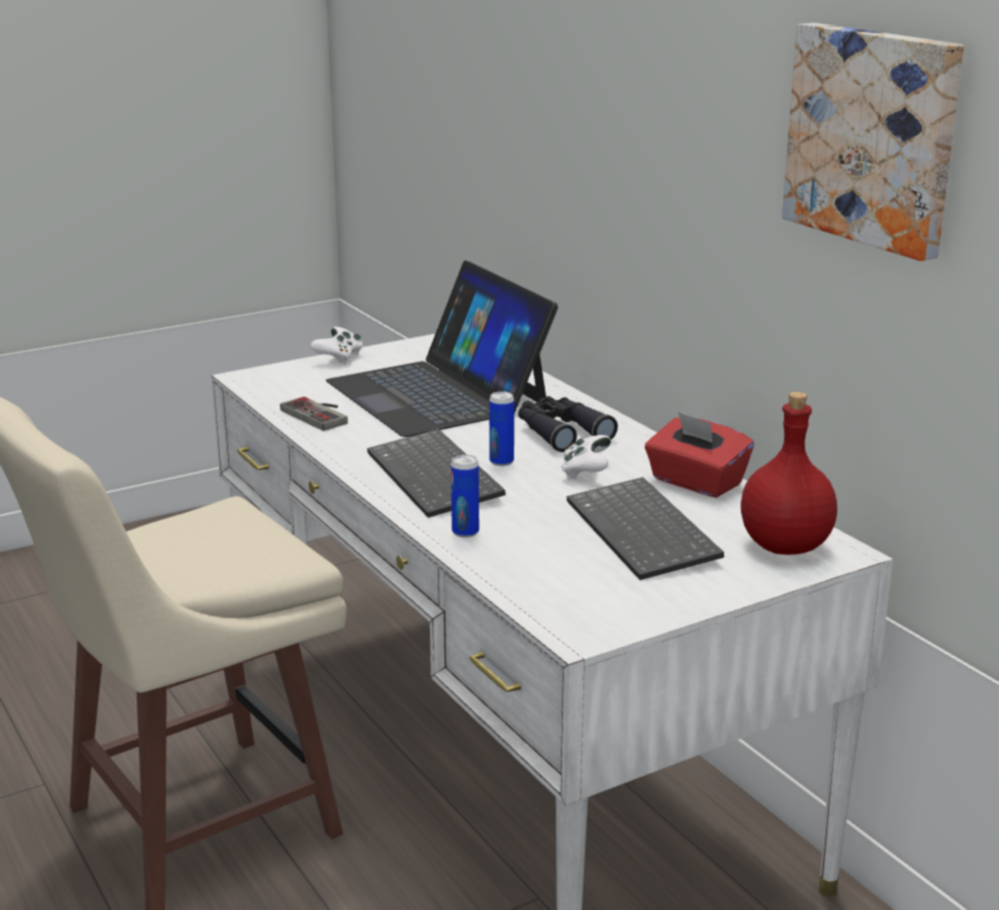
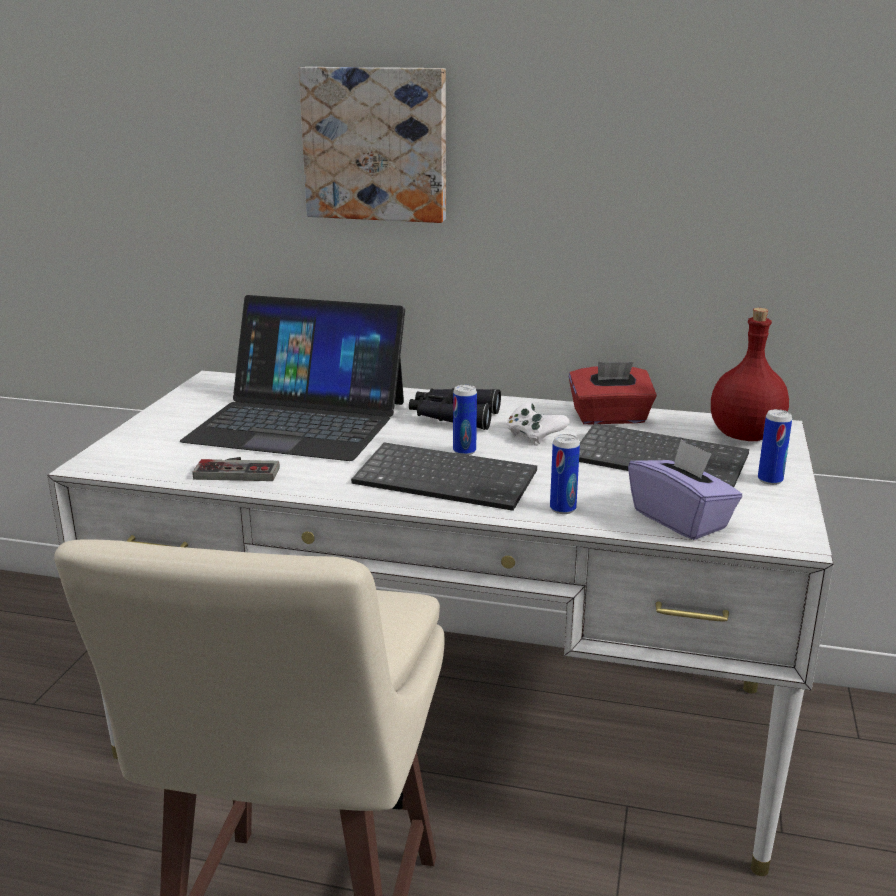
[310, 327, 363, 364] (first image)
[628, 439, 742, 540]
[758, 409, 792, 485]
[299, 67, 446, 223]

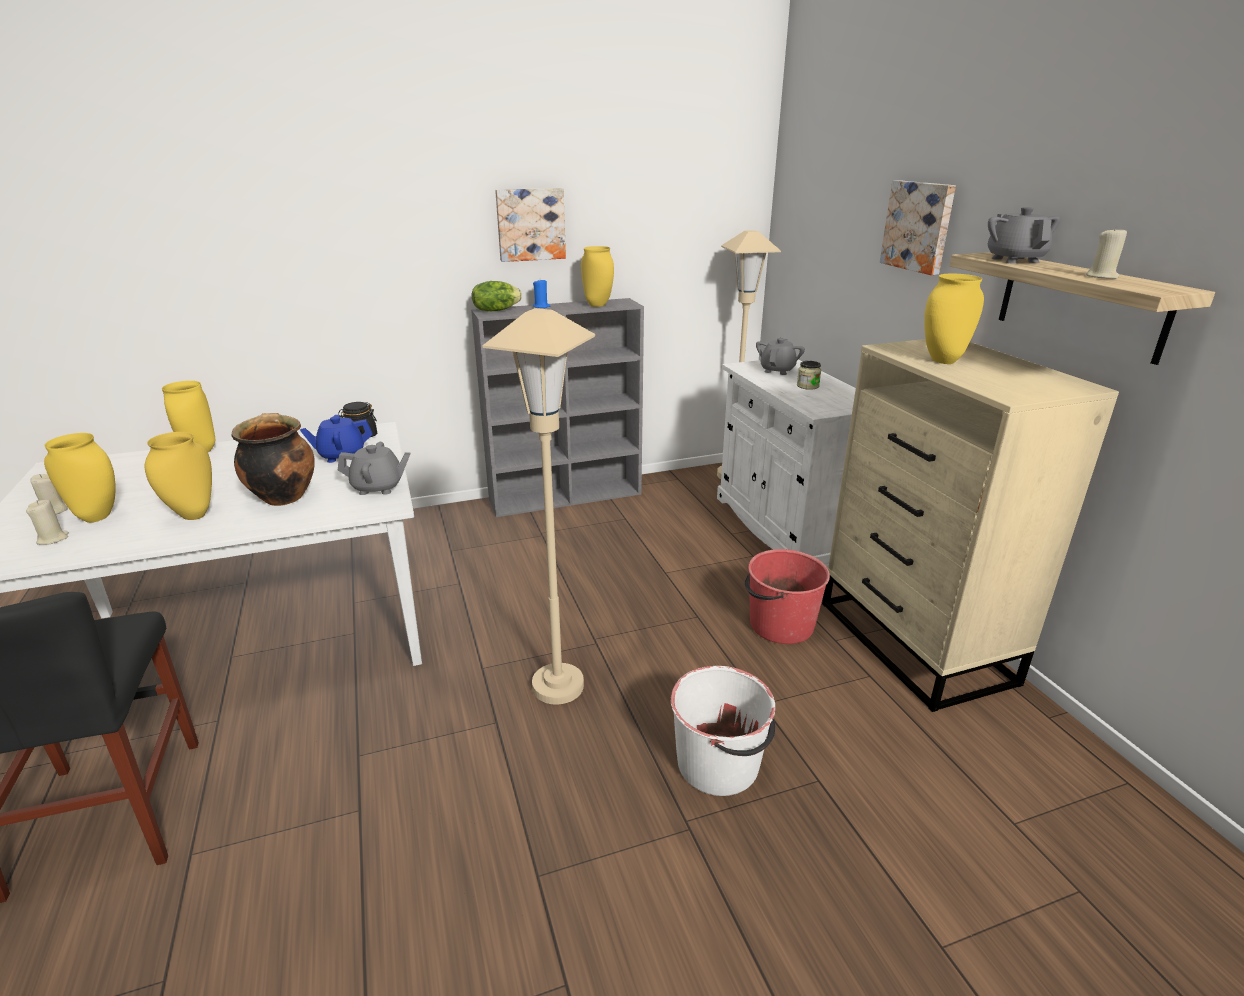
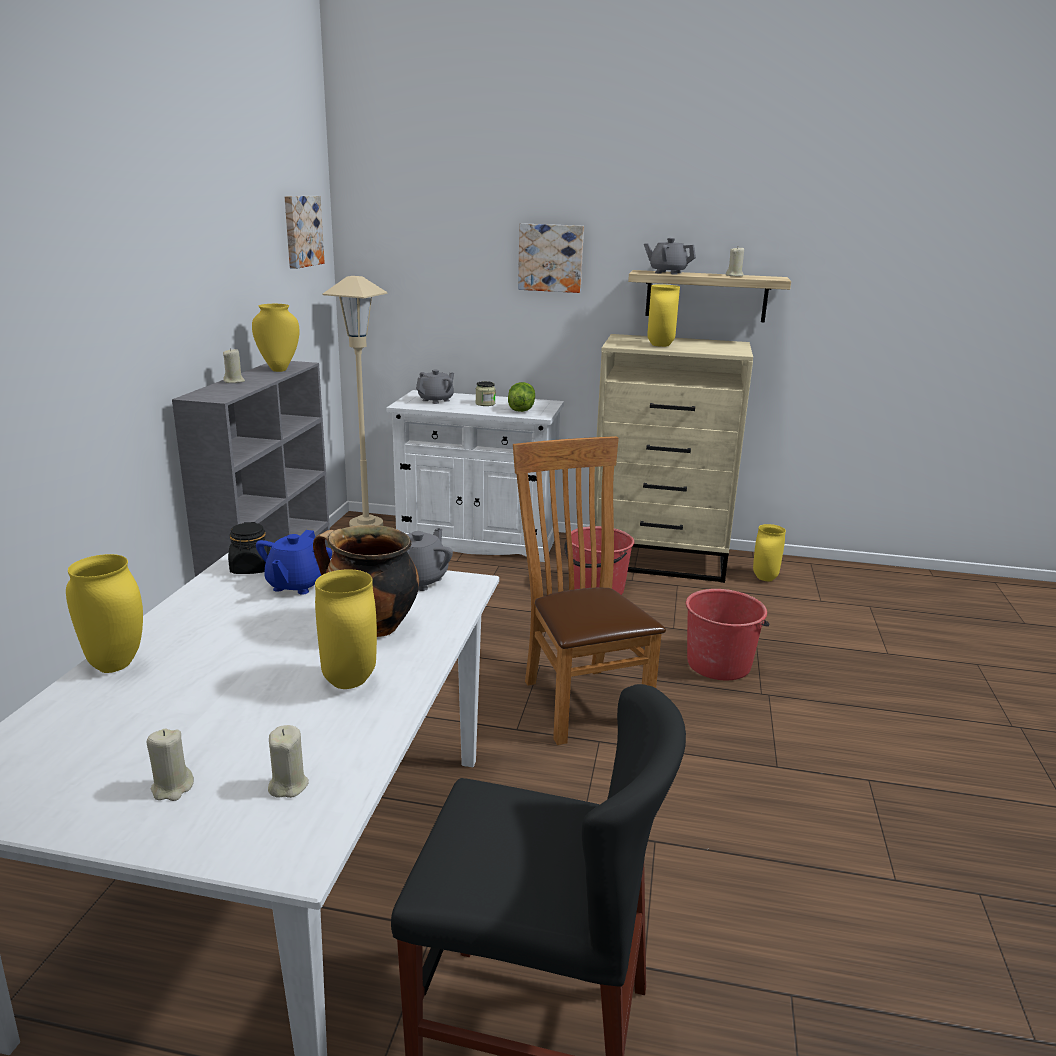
[753, 524, 786, 581]
[508, 382, 535, 412]
[284, 196, 325, 269]
[513, 436, 666, 745]
[223, 348, 245, 383]
[686, 589, 769, 681]
[416, 370, 454, 404]

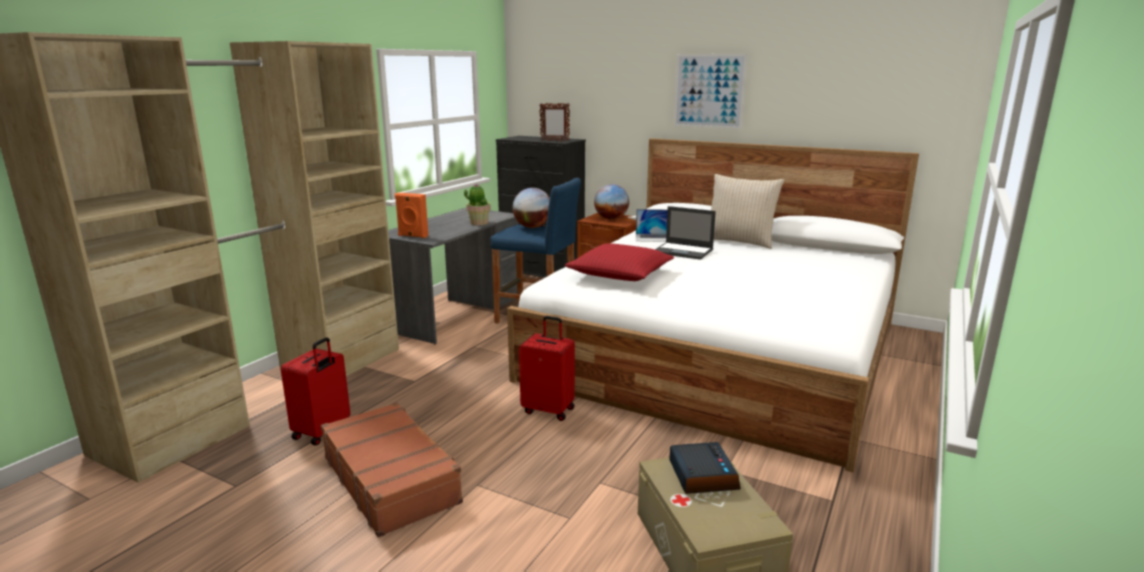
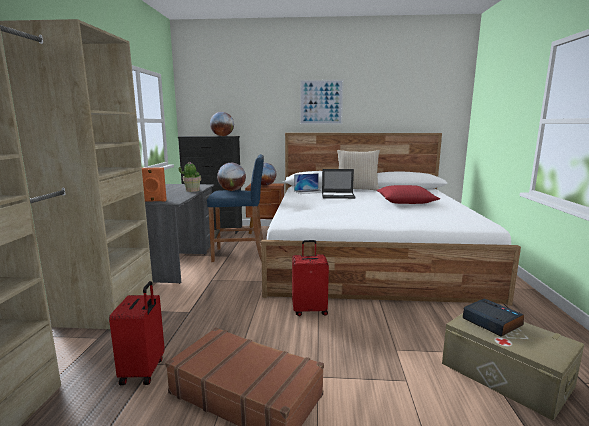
[377, 185, 440, 204]
[210, 112, 234, 136]

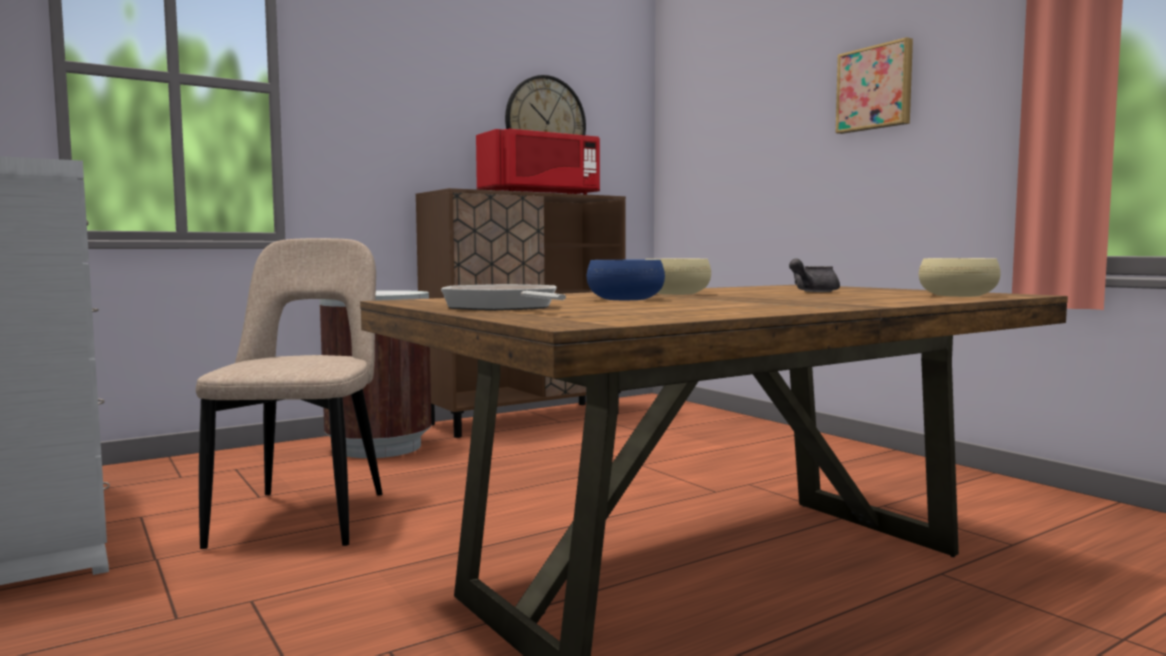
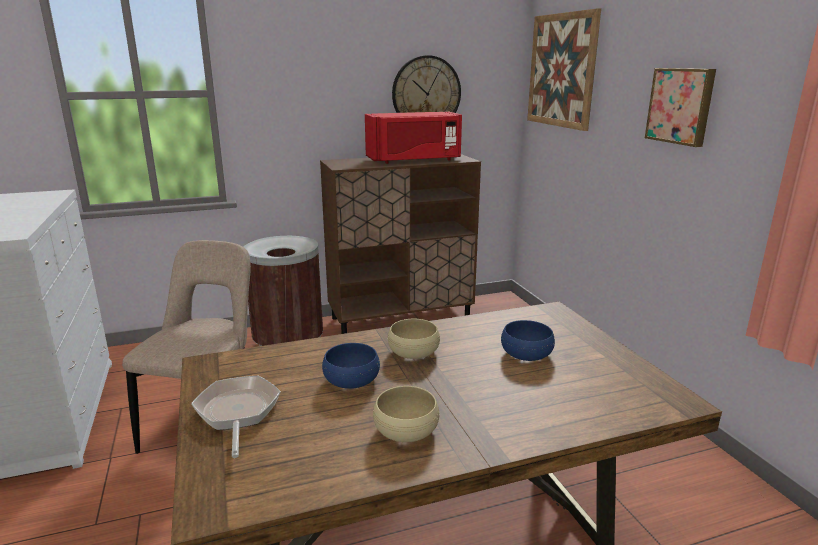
[527, 8, 601, 131]
[373, 386, 439, 442]
[501, 320, 555, 361]

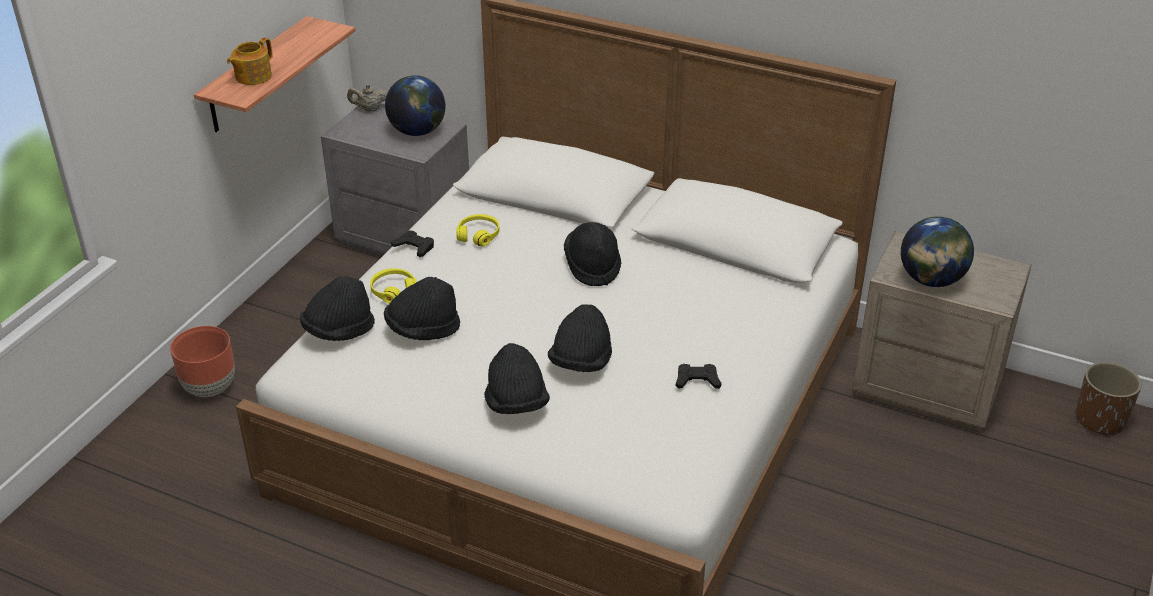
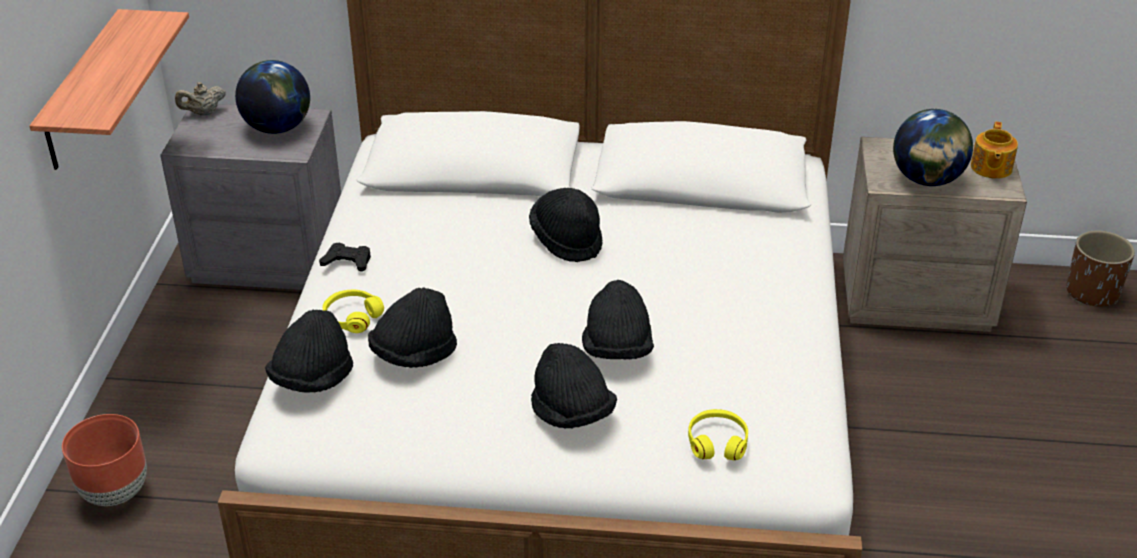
[676, 364, 722, 389] (first image)
[971, 122, 1018, 179]
[688, 409, 748, 460]

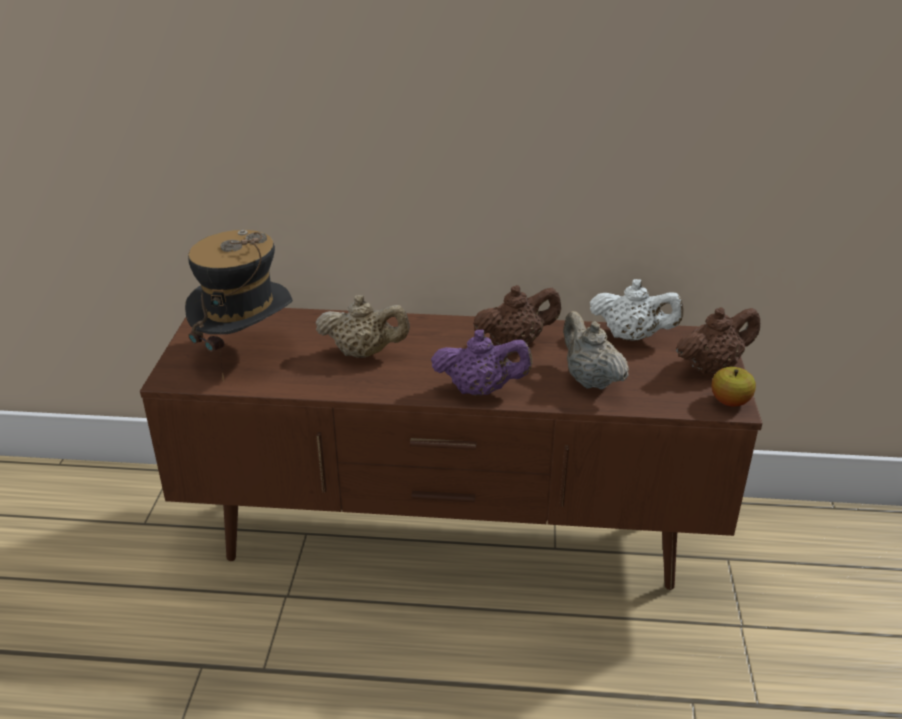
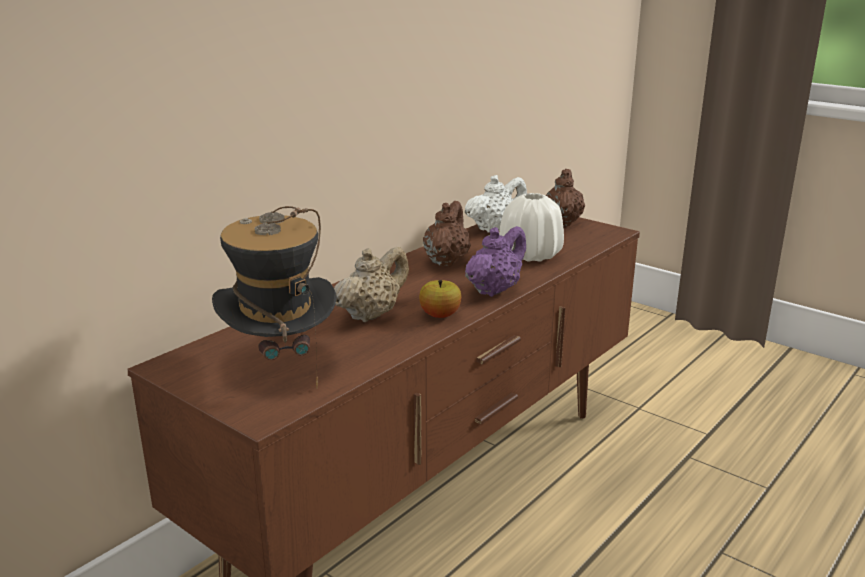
[419, 280, 461, 318]
[499, 193, 564, 262]

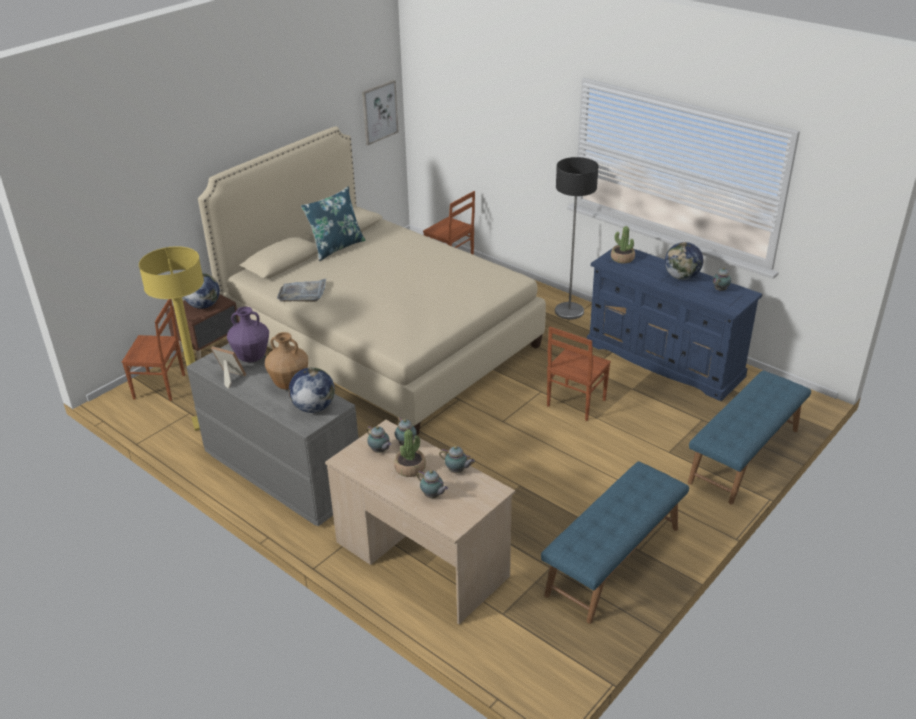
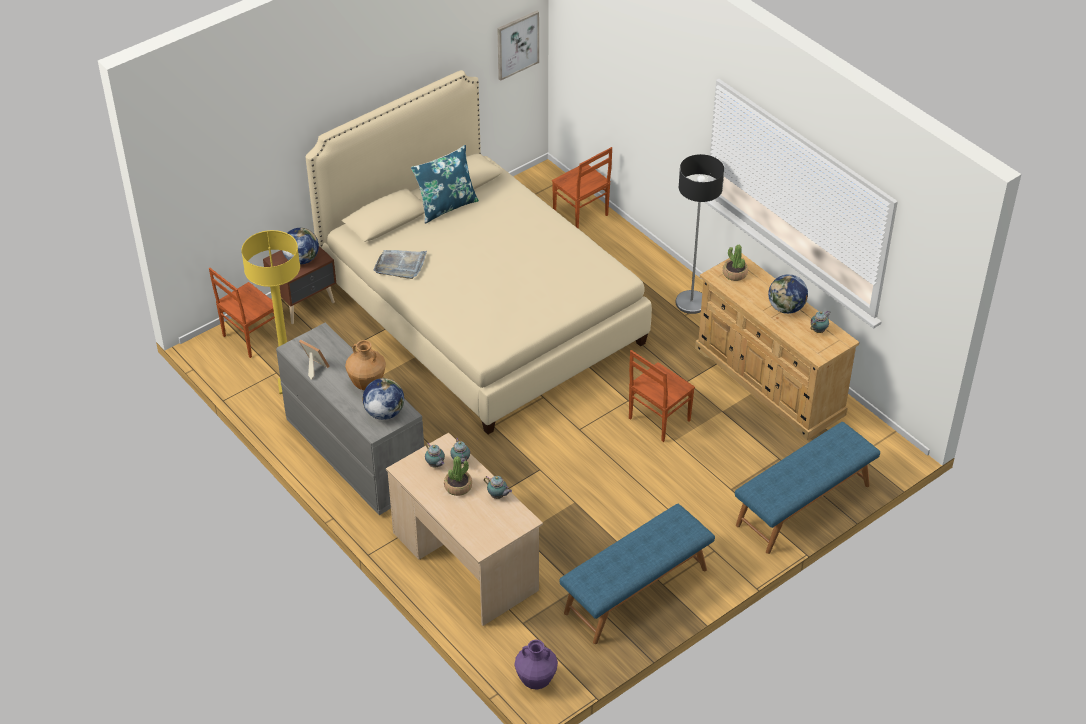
[417, 470, 448, 498] (first image)
[515, 640, 558, 690]
[695, 254, 859, 440]
[209, 267, 275, 358]

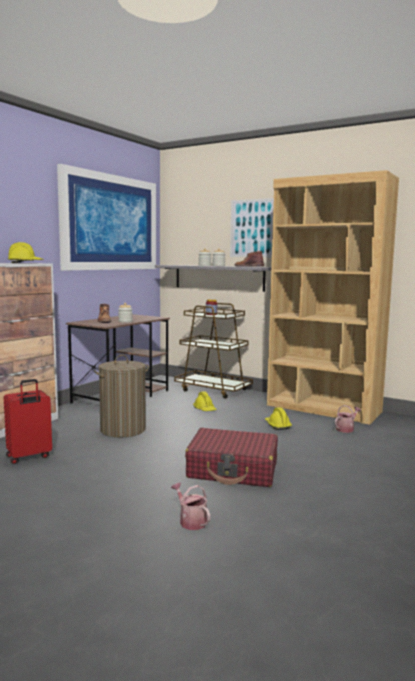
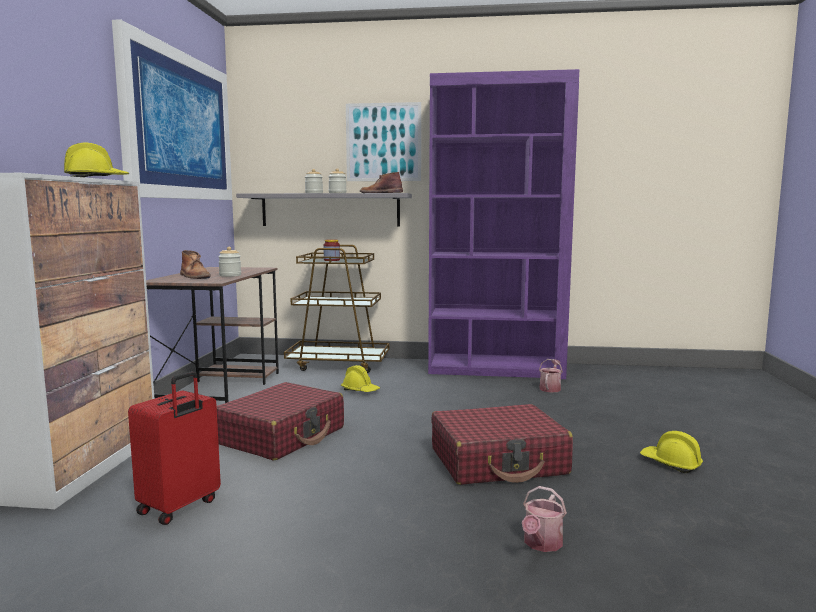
[640, 431, 703, 473]
[217, 382, 344, 461]
[428, 69, 579, 379]
[522, 486, 567, 552]

